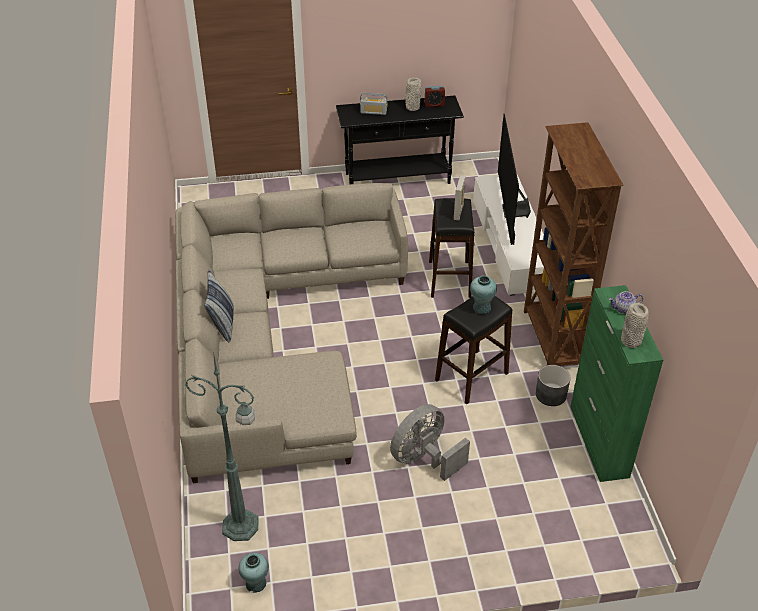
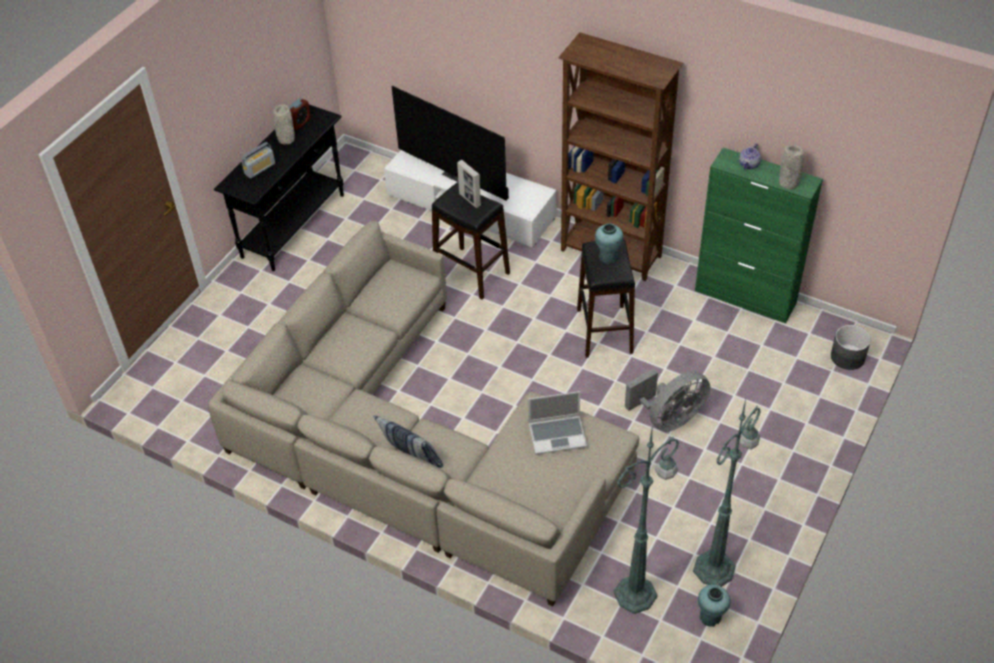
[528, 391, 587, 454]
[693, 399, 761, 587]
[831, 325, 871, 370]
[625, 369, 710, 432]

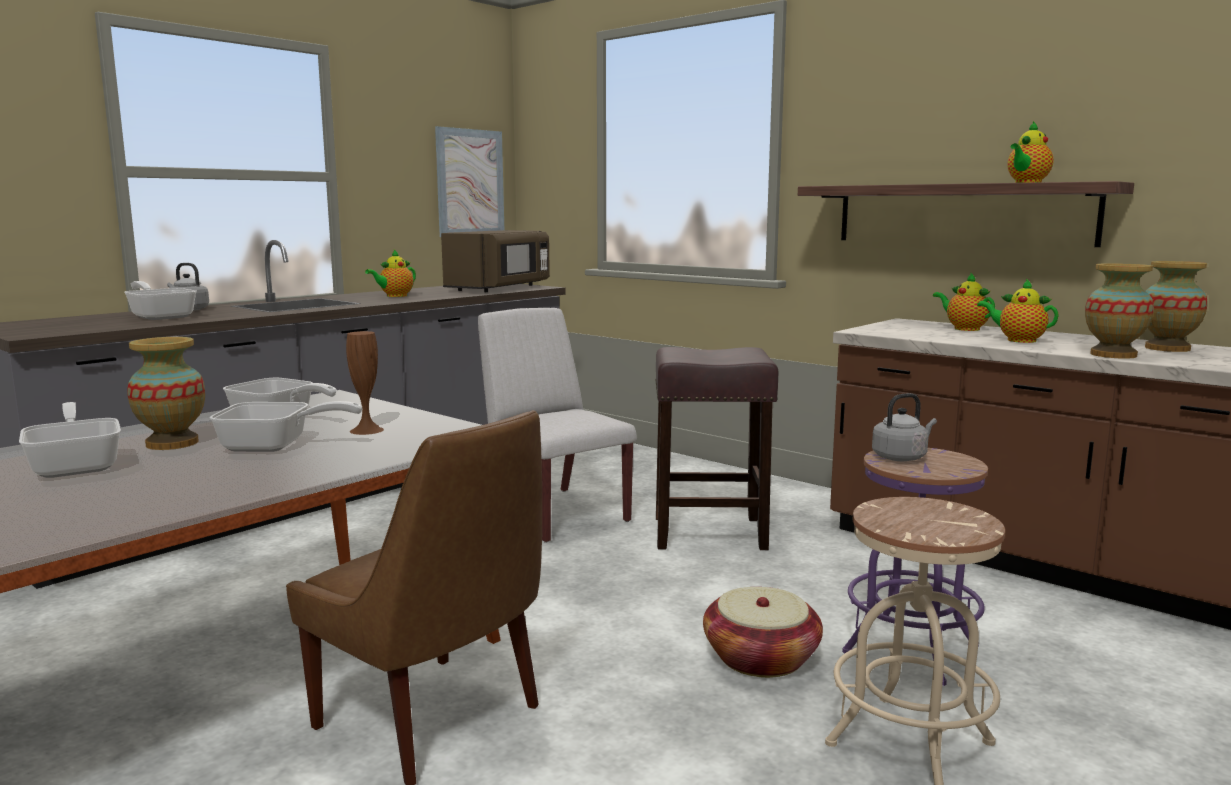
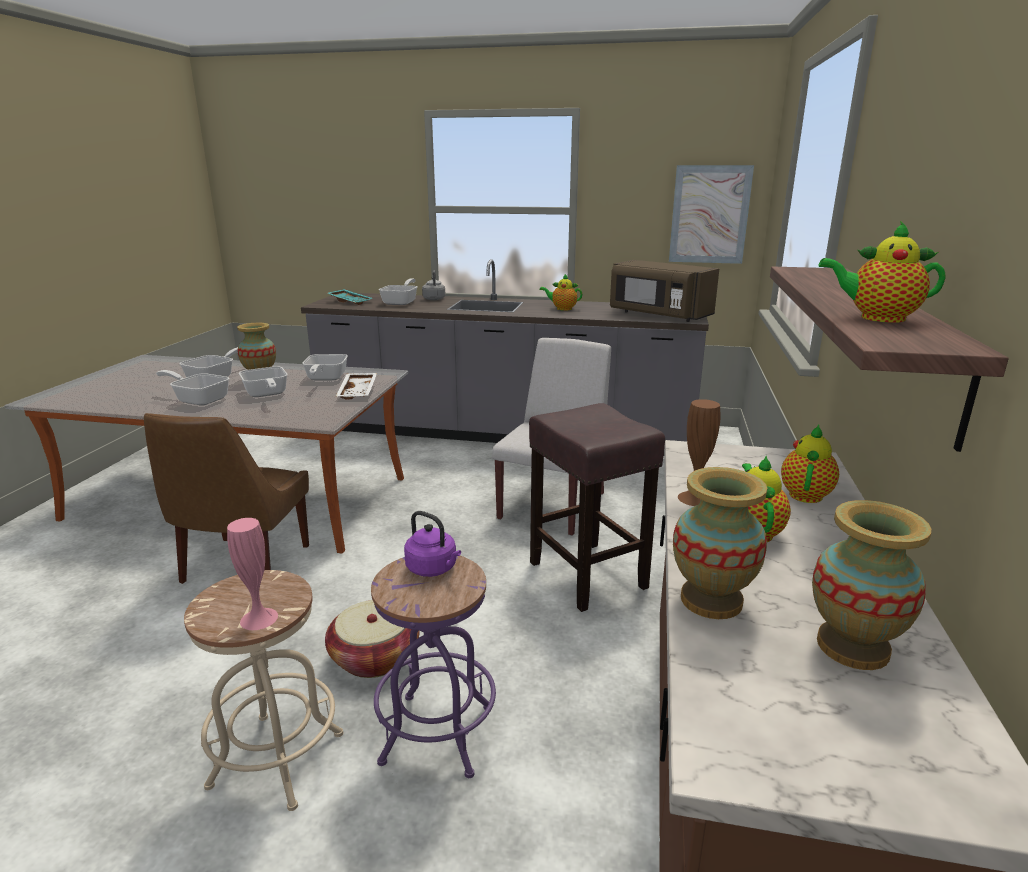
[156, 370, 229, 406]
[227, 518, 278, 630]
[328, 289, 372, 305]
[336, 373, 377, 400]
[678, 399, 720, 506]
[404, 511, 461, 577]
[610, 260, 719, 322]

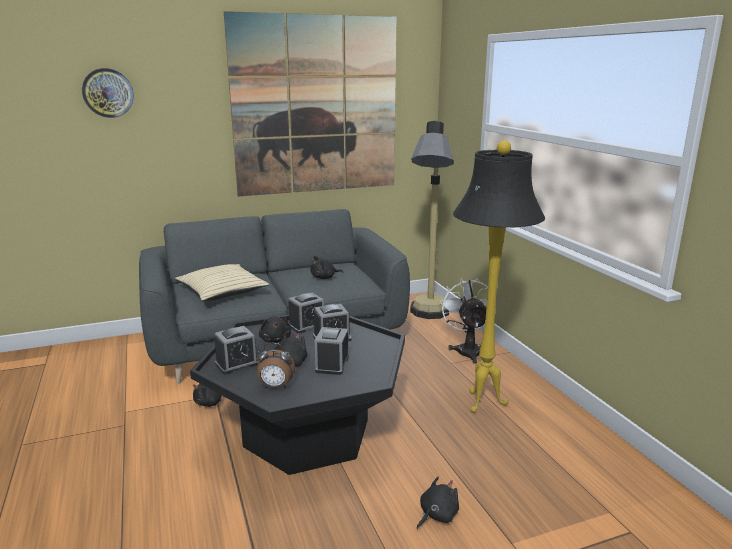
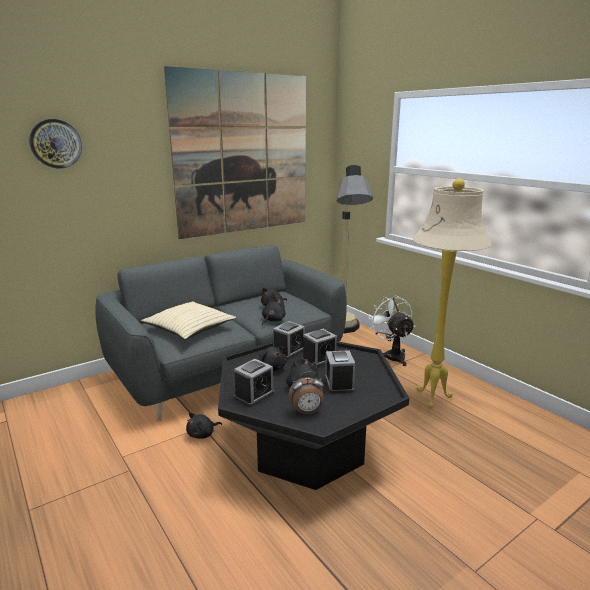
[262, 298, 286, 325]
[413, 178, 492, 408]

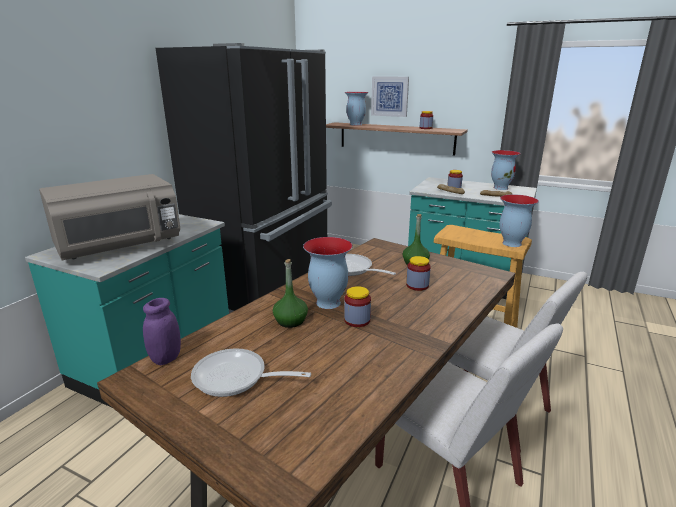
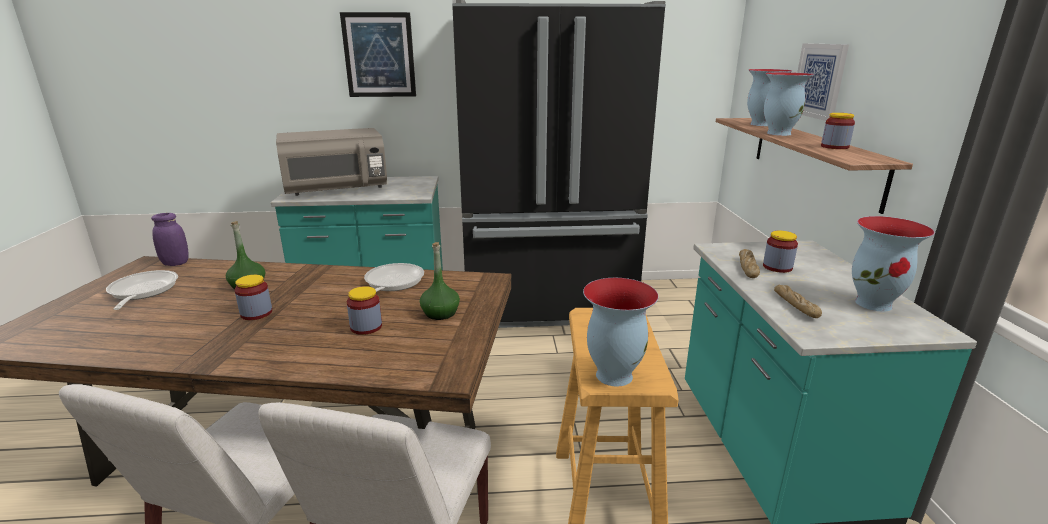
[340, 12, 416, 97]
[764, 72, 815, 136]
[276, 128, 387, 196]

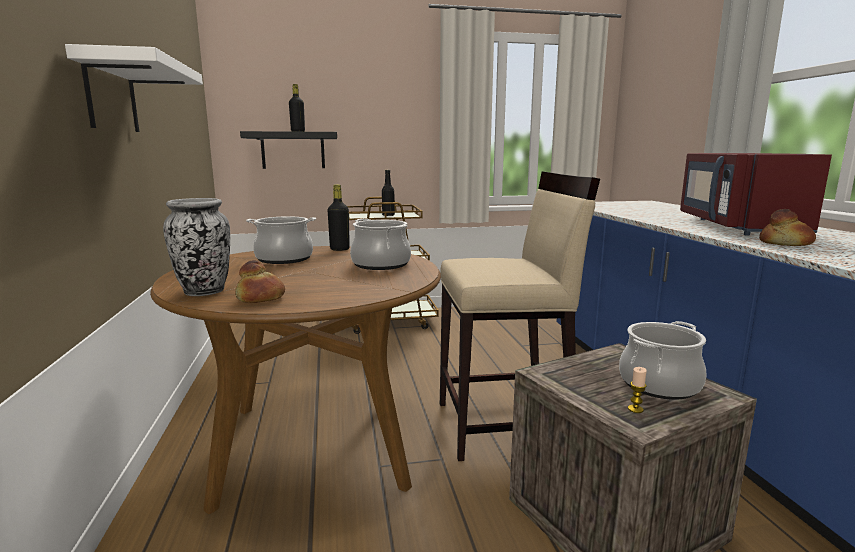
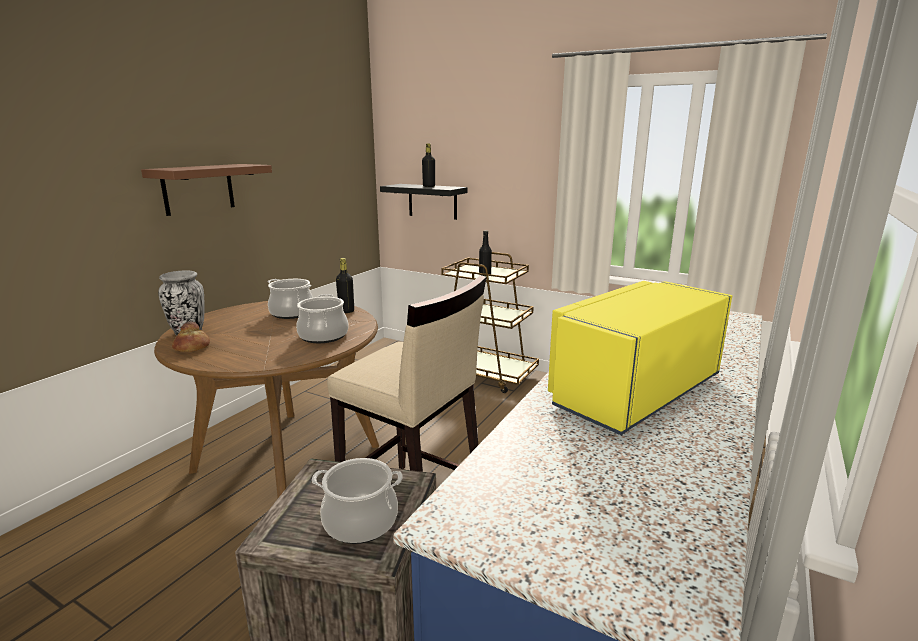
[628, 367, 647, 413] (first image)
[759, 209, 816, 246] (first image)
[141, 164, 272, 216]
[548, 281, 732, 435]

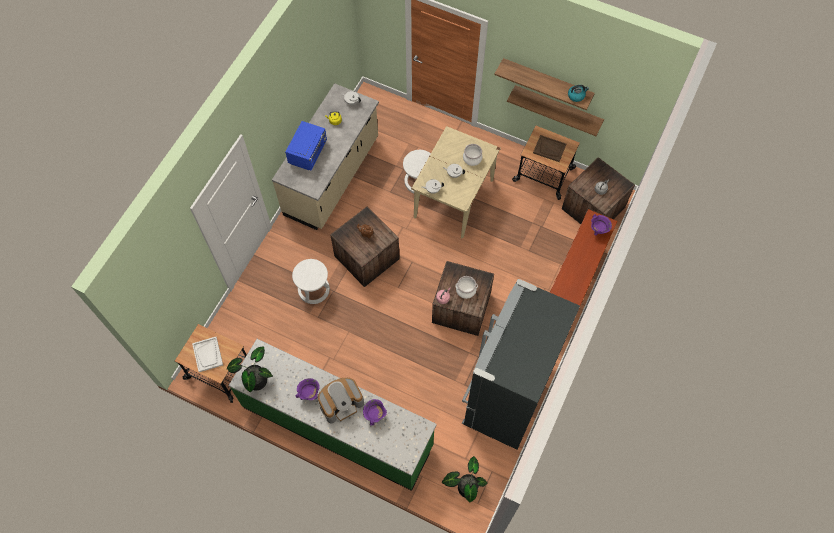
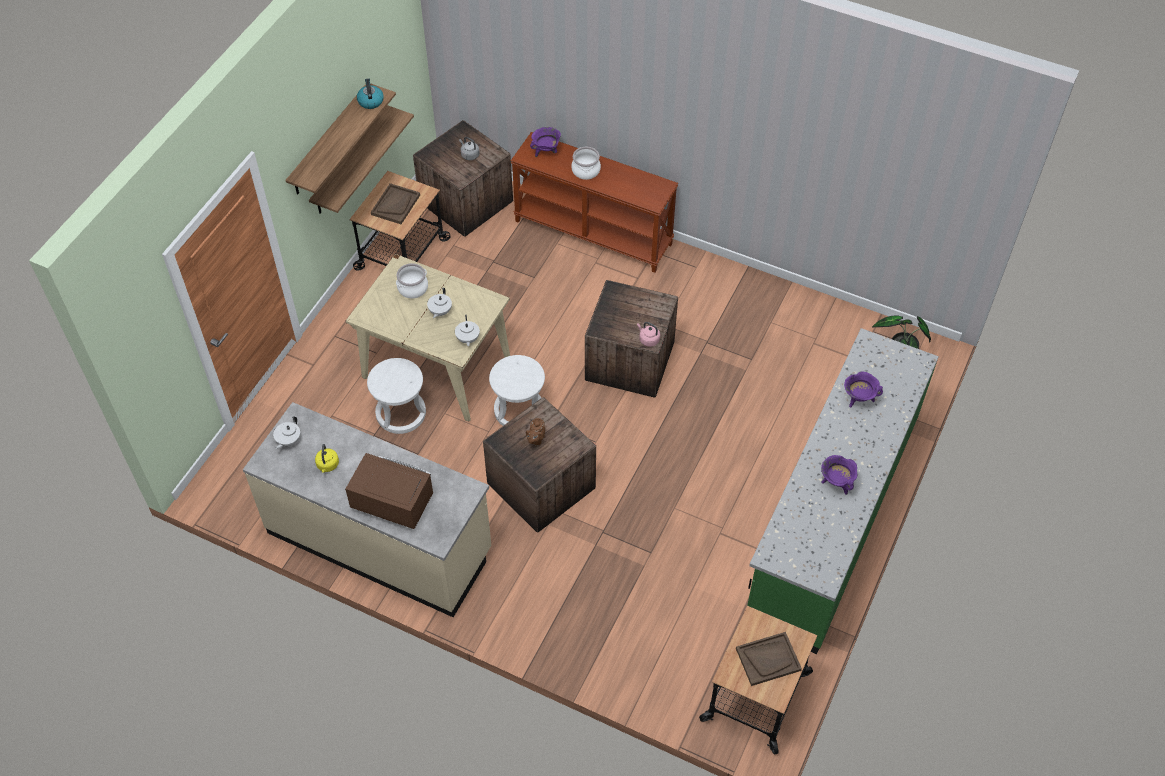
[227, 346, 273, 392] (first image)
[318, 378, 364, 423] (first image)
[462, 279, 580, 450] (first image)
[489, 355, 545, 426]
[571, 147, 601, 180]
[736, 632, 802, 686]
[345, 453, 433, 529]

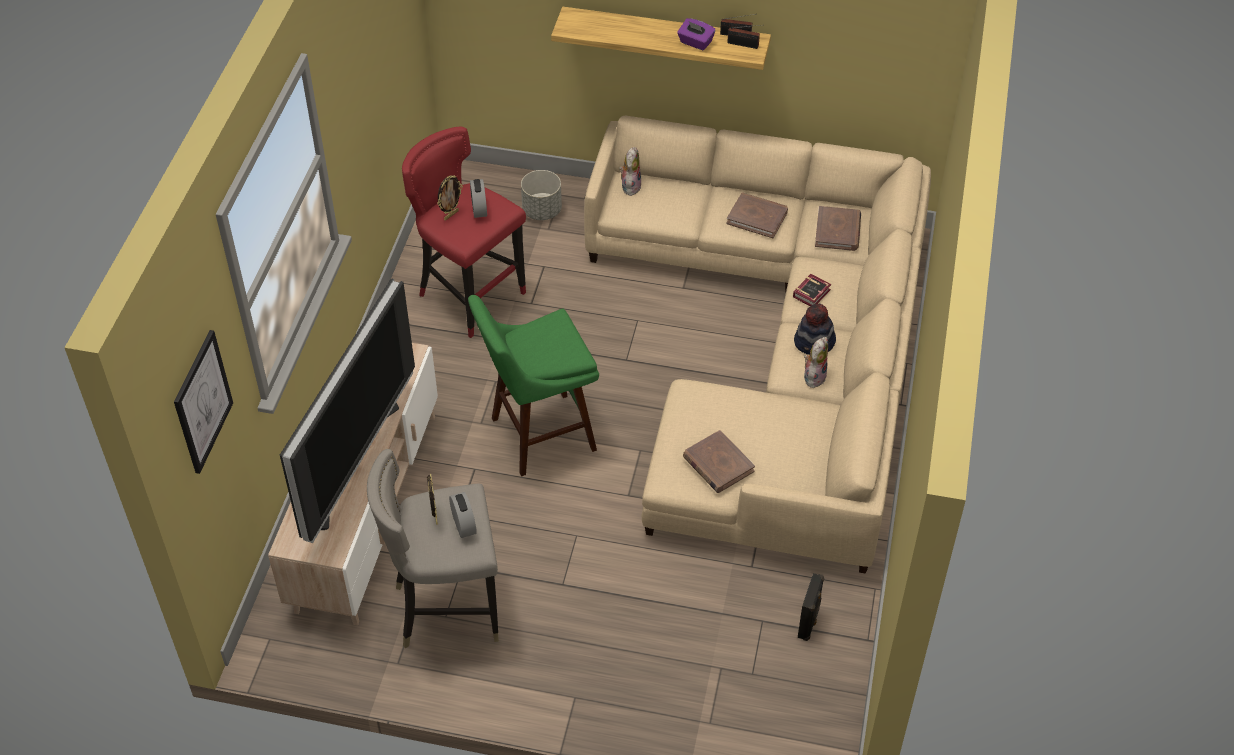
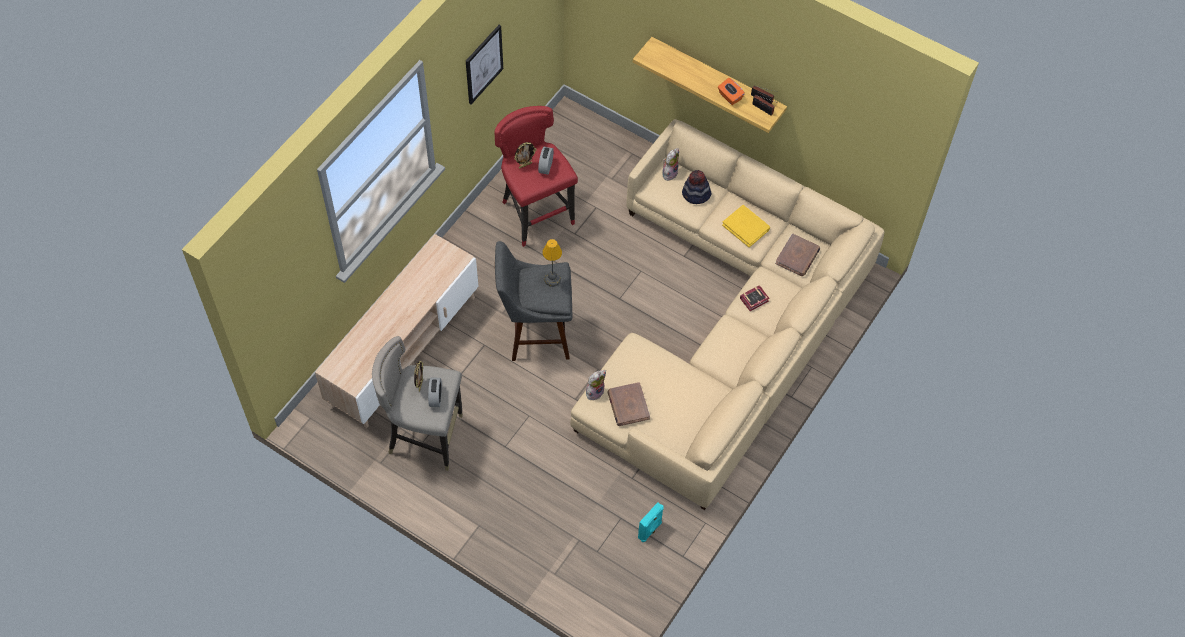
[280, 278, 415, 543] (first image)
[521, 170, 562, 220] (first image)
[542, 239, 562, 287]
[466, 25, 503, 104]
[682, 170, 711, 204]
[586, 370, 606, 400]
[495, 241, 572, 361]
[718, 78, 745, 105]
[722, 205, 770, 247]
[638, 502, 664, 542]

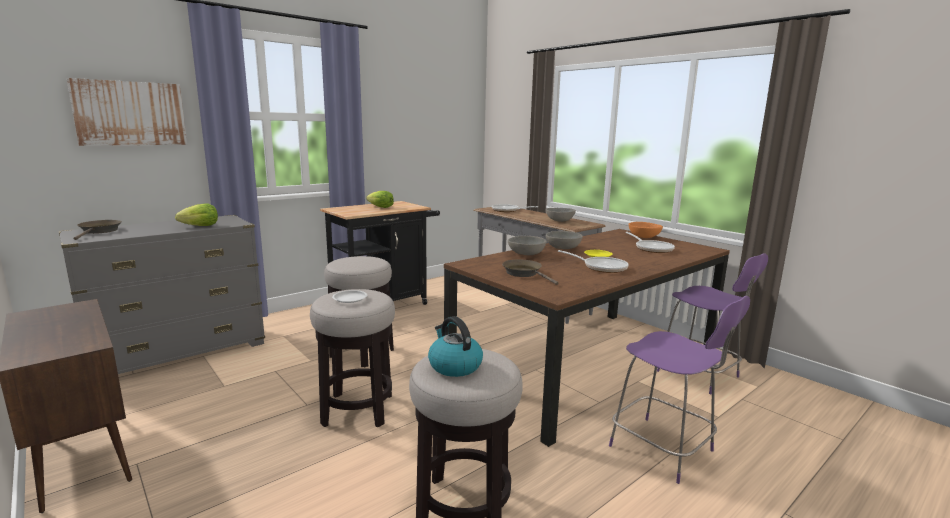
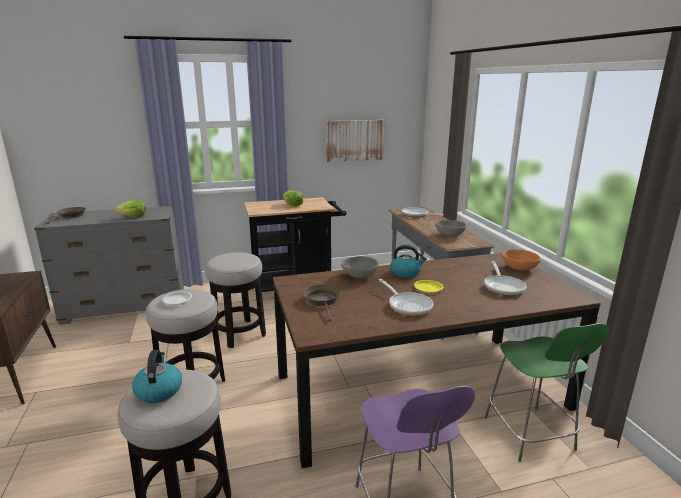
[326, 120, 384, 162]
[390, 245, 427, 278]
[485, 323, 609, 462]

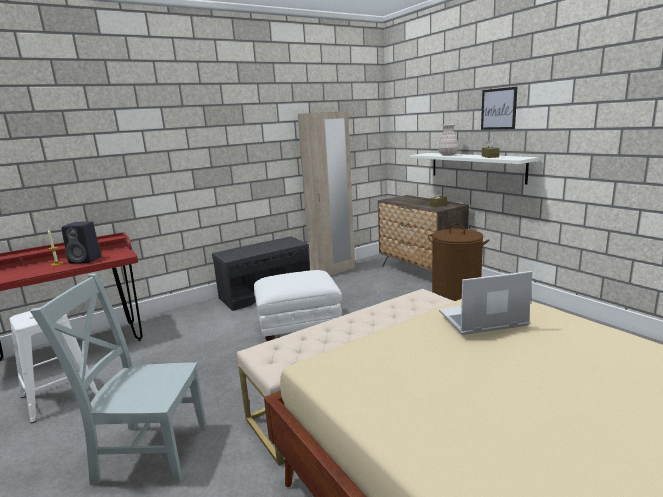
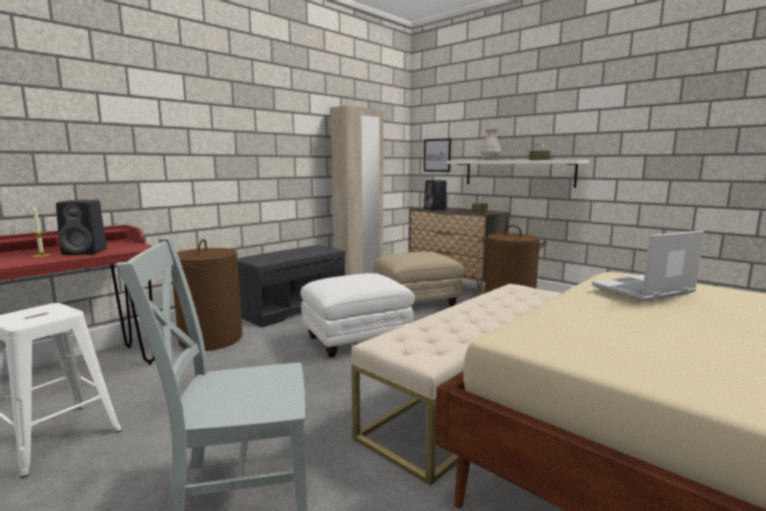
[172, 239, 242, 351]
[374, 252, 465, 307]
[424, 180, 447, 210]
[424, 138, 451, 172]

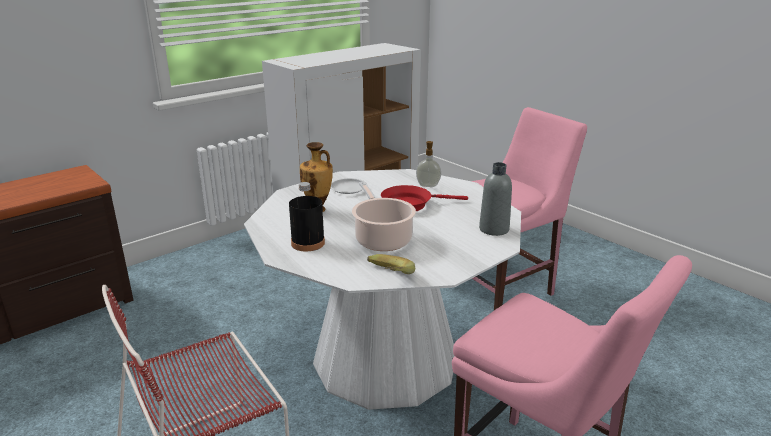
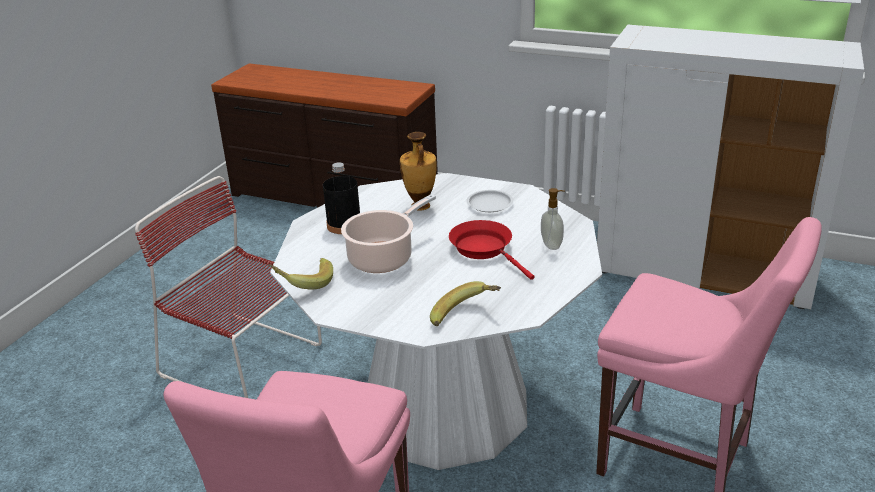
[430, 281, 501, 326]

